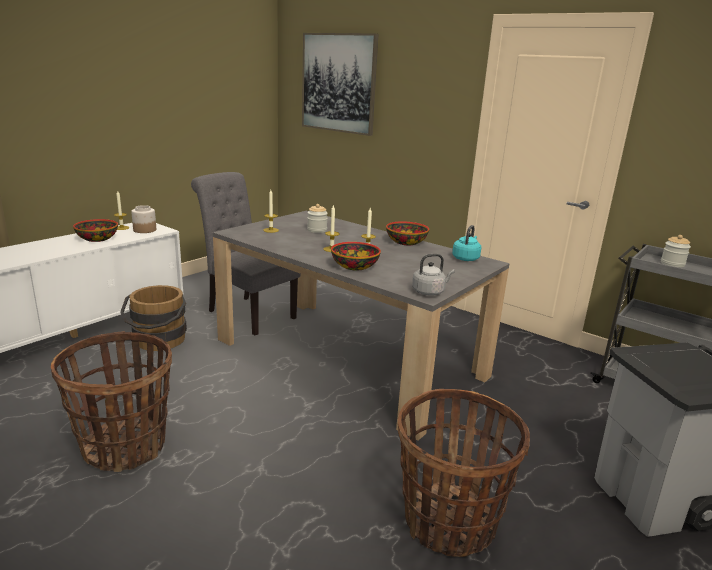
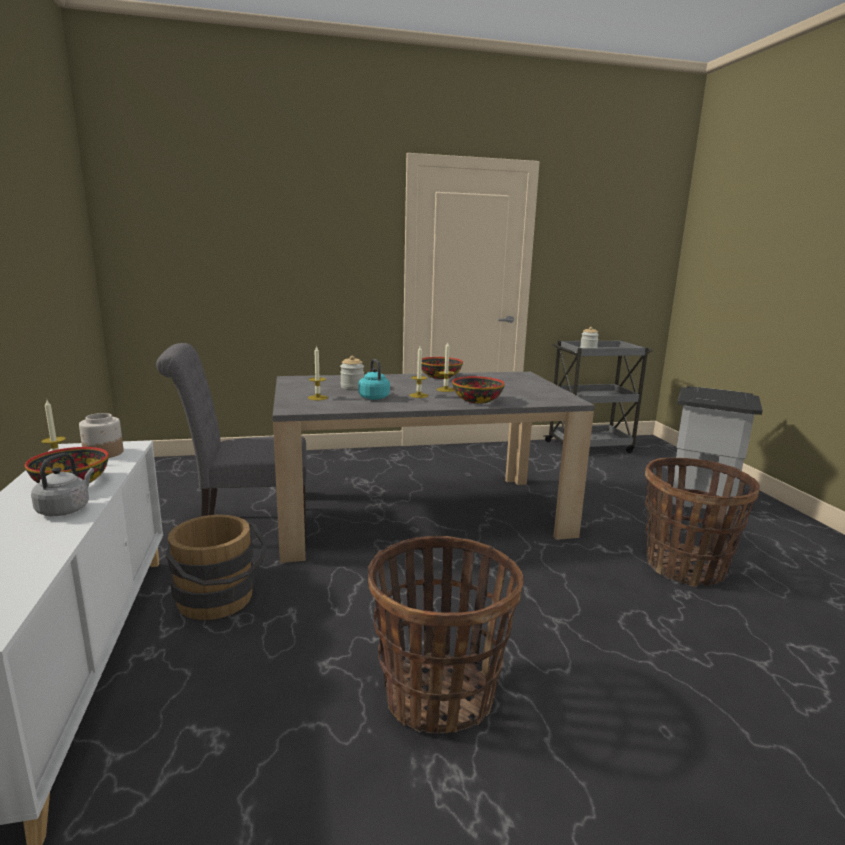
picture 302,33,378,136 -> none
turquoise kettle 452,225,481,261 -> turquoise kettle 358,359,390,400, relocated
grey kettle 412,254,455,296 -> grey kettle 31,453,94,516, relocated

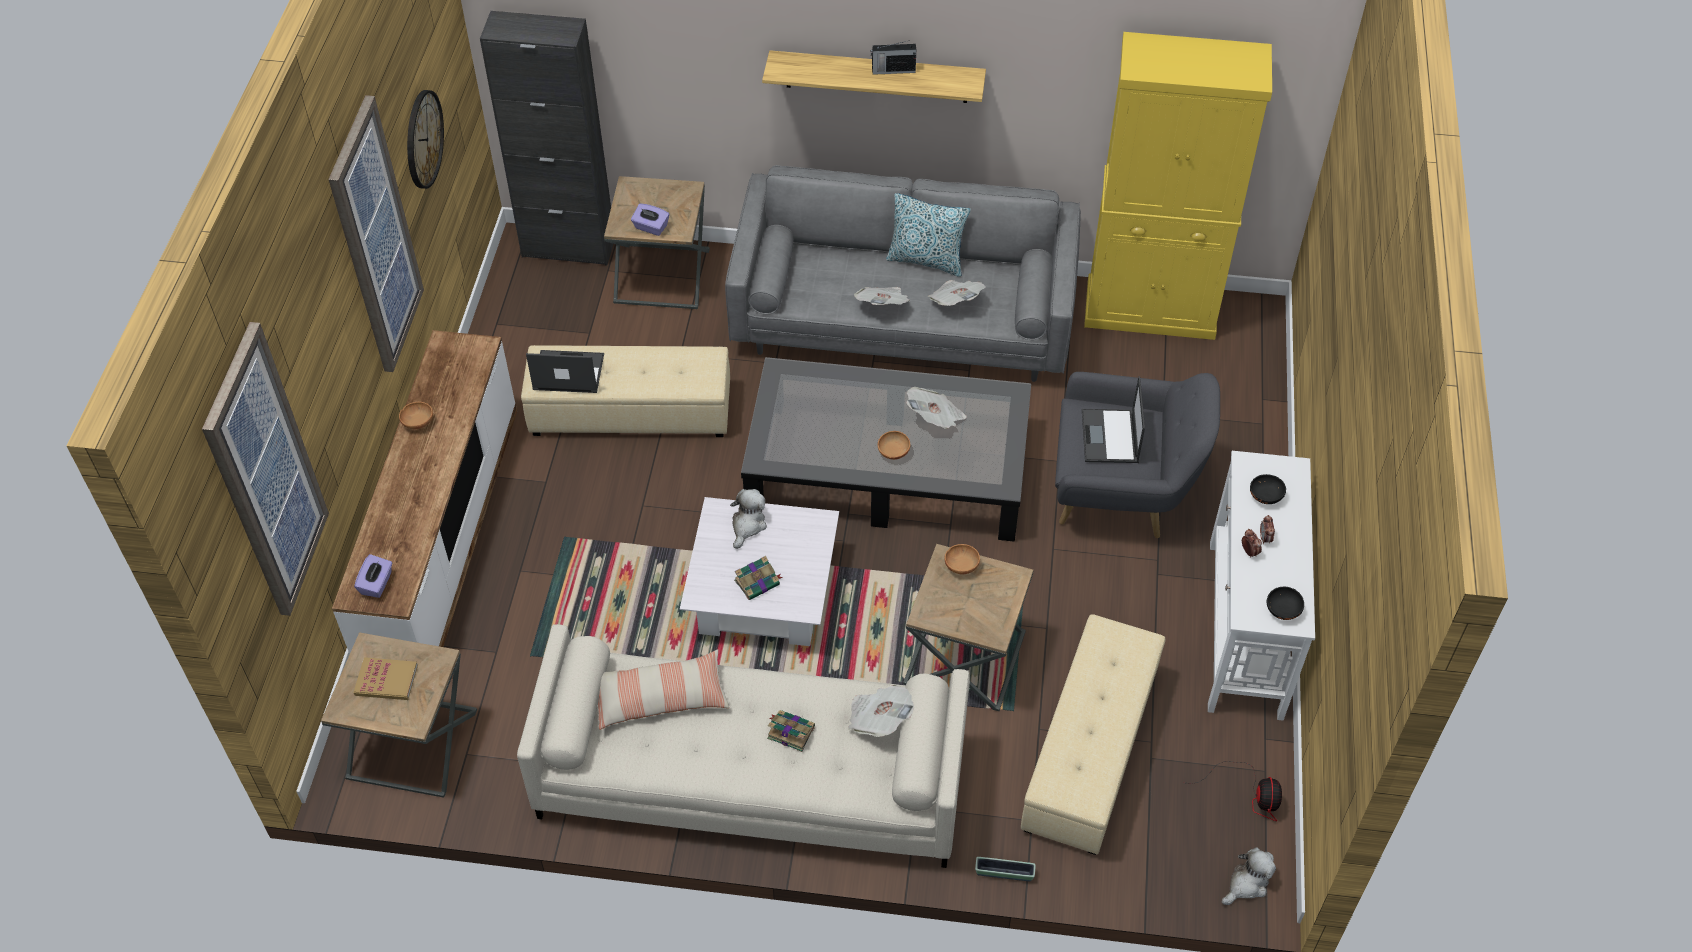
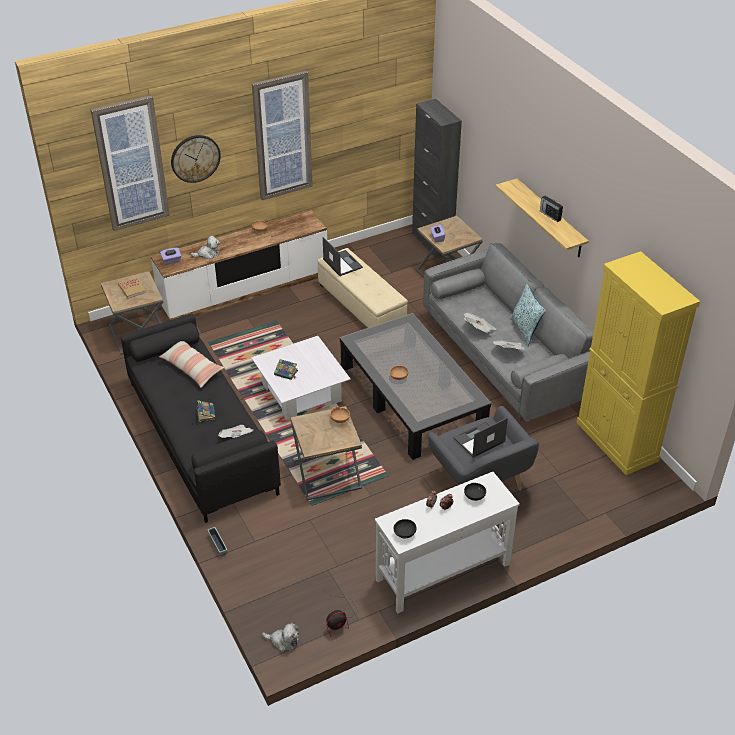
wall clock 407,90,444,189 -> wall clock 171,135,221,183, relocated
newspaper 906,387,967,429 -> none
plush toy 730,489,767,549 -> plush toy 191,235,220,260, relocated
beige ottoman 1021,614,1165,855 -> none
beige sofa 517,624,970,868 -> black sofa 121,313,281,523

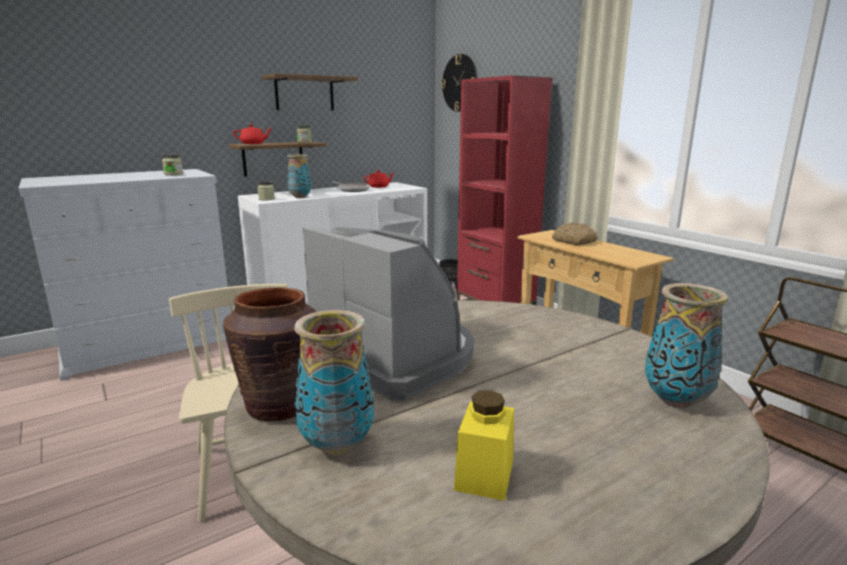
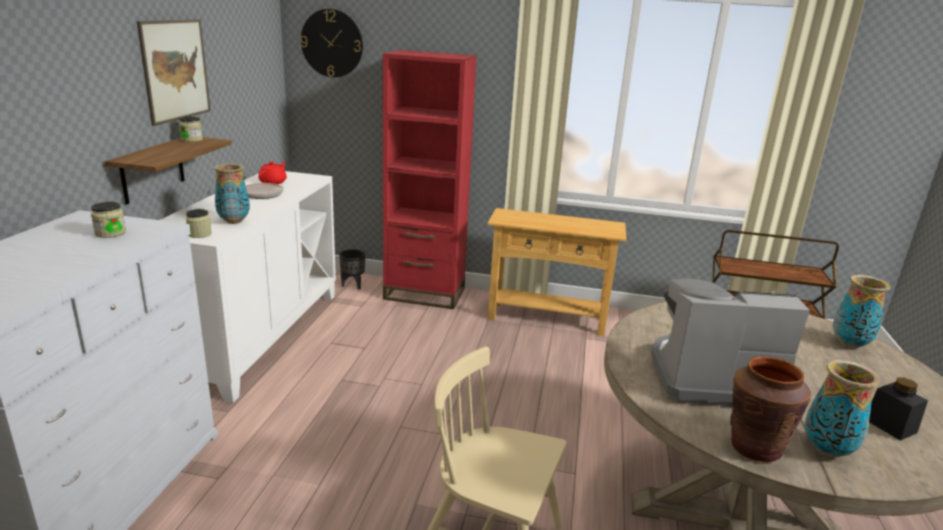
shelf 262,74,358,110 -> picture 137,19,211,126
red teapot 233,124,273,144 -> none
bread 552,222,598,246 -> none
yellow jar 454,390,514,501 -> black jar 869,377,928,441

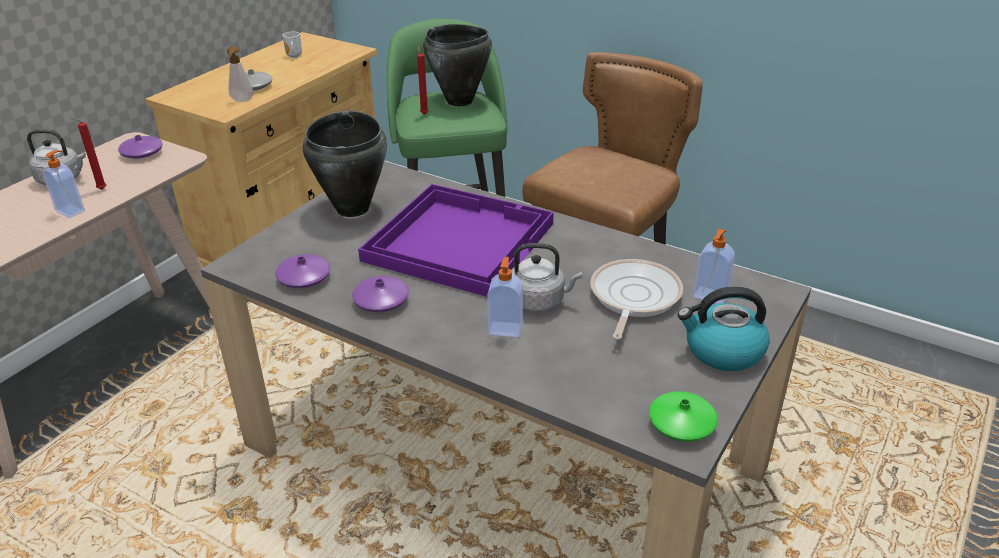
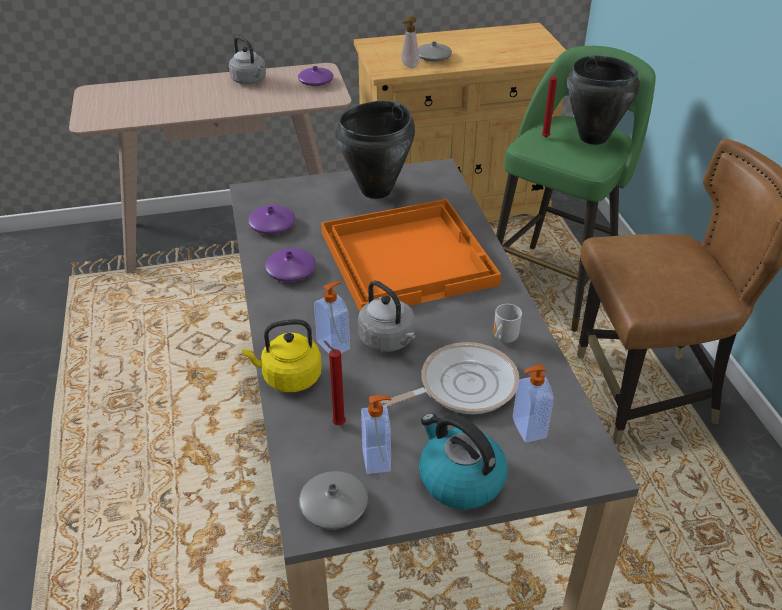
mug 283,32,302,58 -> mug 494,304,522,343, relocated
red candle 70,117,106,190 -> red candle 324,341,346,425, relocated
soap dispenser 43,150,85,218 -> soap dispenser 361,395,392,474, relocated
purple tray 358,184,554,297 -> orange tray 321,199,501,312
green vase 649,391,718,442 -> grey vase 299,471,368,530
none -> yellow kettle 242,319,322,392

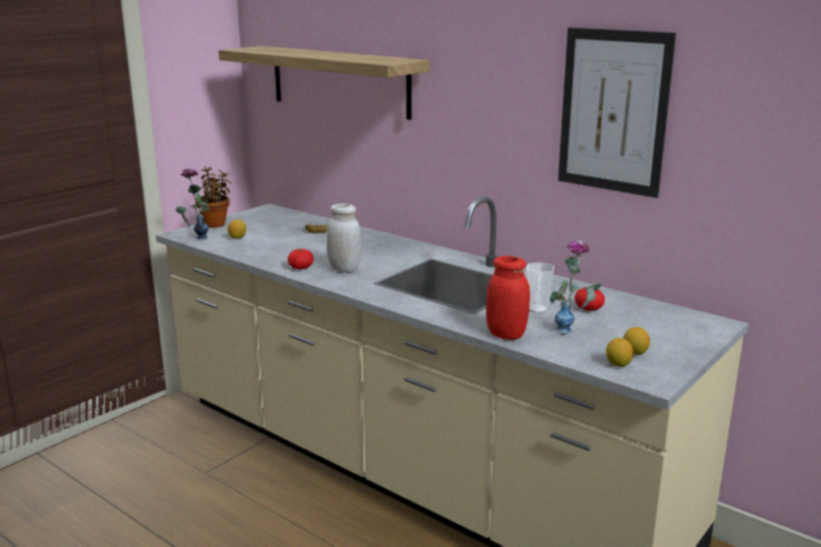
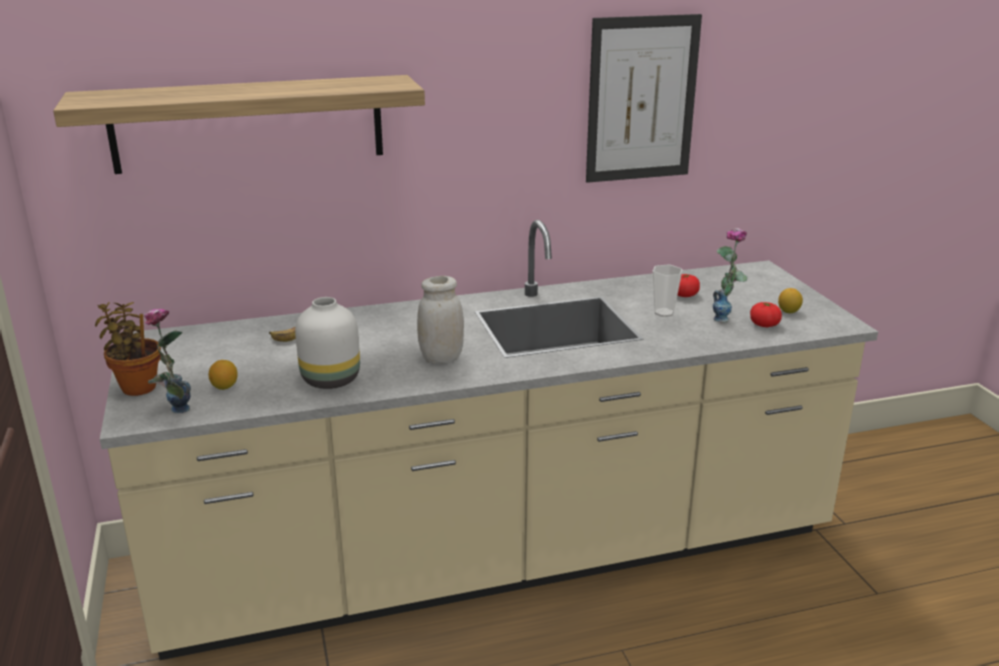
tomato 288,249,314,269 -> tomato 750,302,782,327, relocated
red jar 486,256,530,340 -> none
lemon 606,338,634,367 -> none
none -> white vase 295,297,360,389

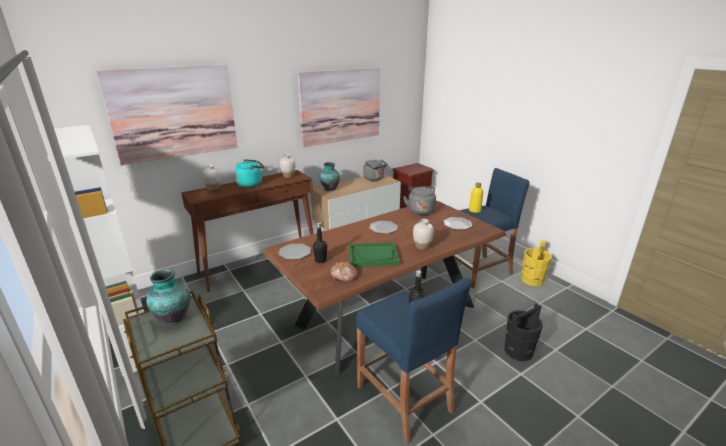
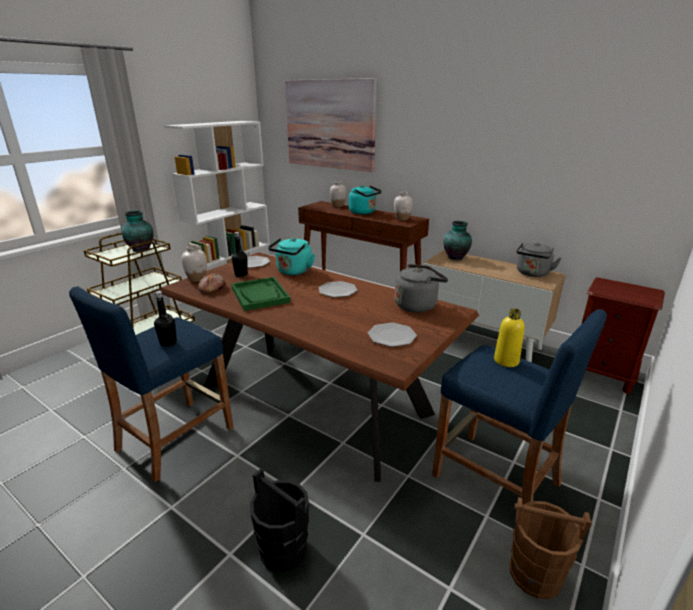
picture 297,67,380,147 -> none
white vase 413,219,434,250 -> white vase 181,245,207,282, relocated
yellow bucket 521,240,552,286 -> brown bucket 510,497,592,599
none -> turquoise kettle 268,238,315,275

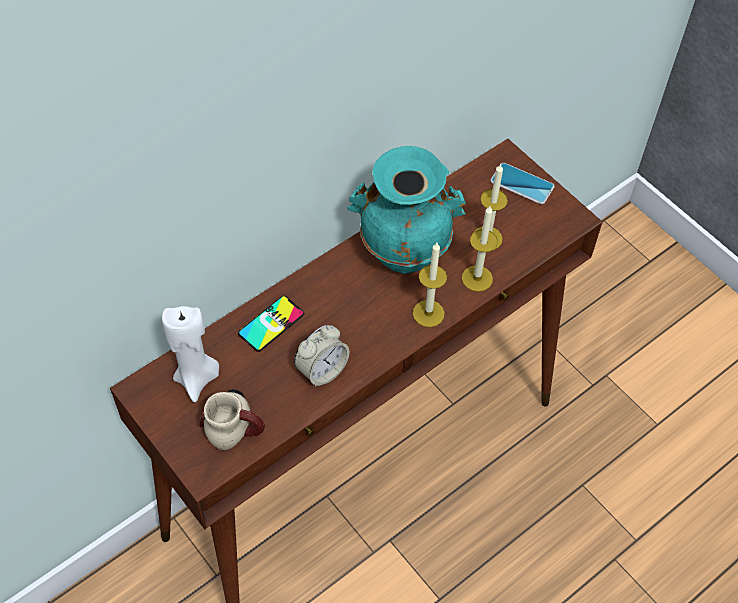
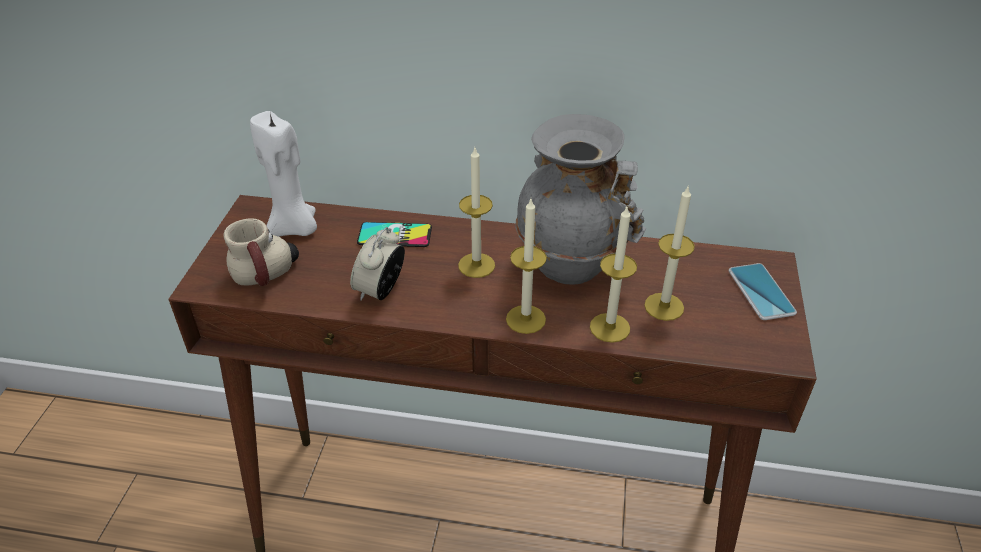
turquoise vase 347,146,466,274 -> grey vase 516,114,646,285
alarm clock 294,325,349,387 -> alarm clock 350,227,405,300, 105 degrees clockwise
none -> candle 458,148,495,278

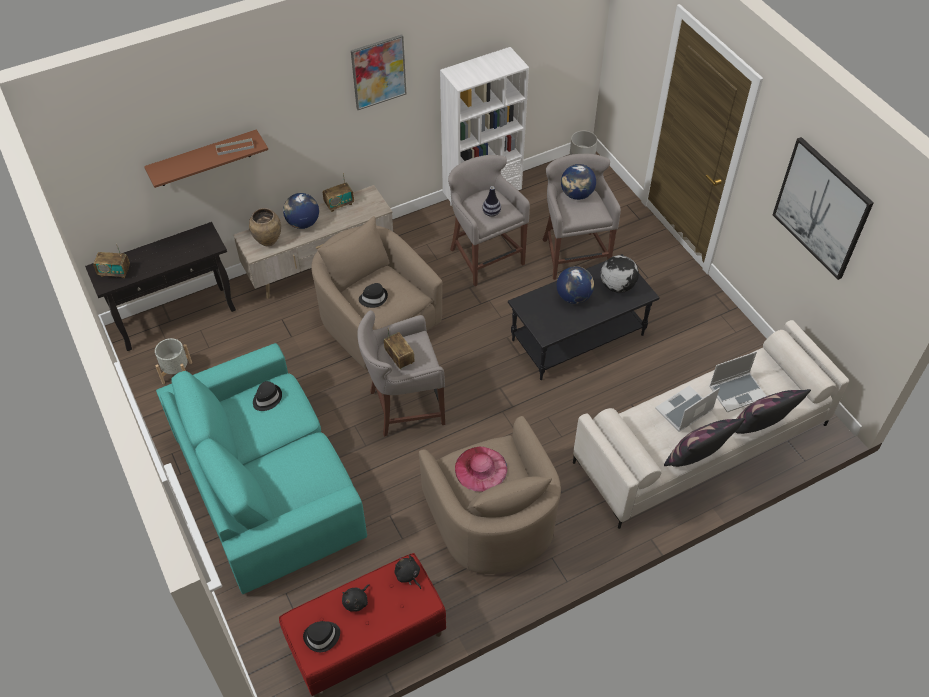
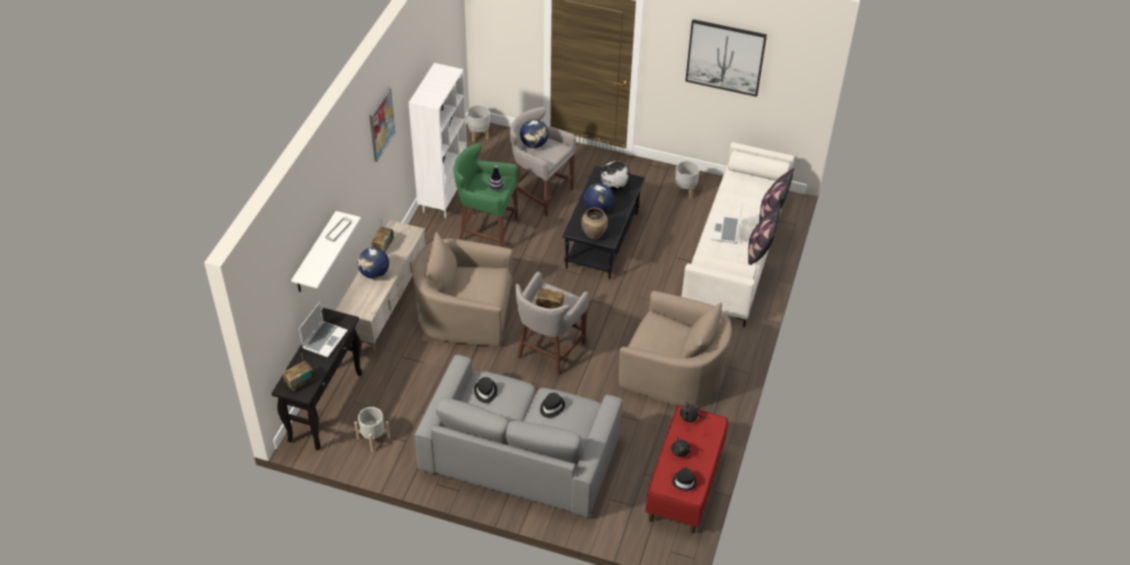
brown shelf 144,129,268,188 -> white shelf 291,211,361,292
grey stool 448,155,530,286 -> green stool 454,143,518,247
brown vase 249,208,281,246 -> brown vase 581,208,608,240, relocated
black hat 359,283,388,308 -> black hat 540,393,565,418, relocated
turquoise sofa 156,343,367,594 -> grey sofa 415,355,623,518
laptop 709,351,766,412 -> laptop 299,302,348,357, relocated
pink hat 455,447,507,492 -> none
none -> grey planter 675,161,699,199

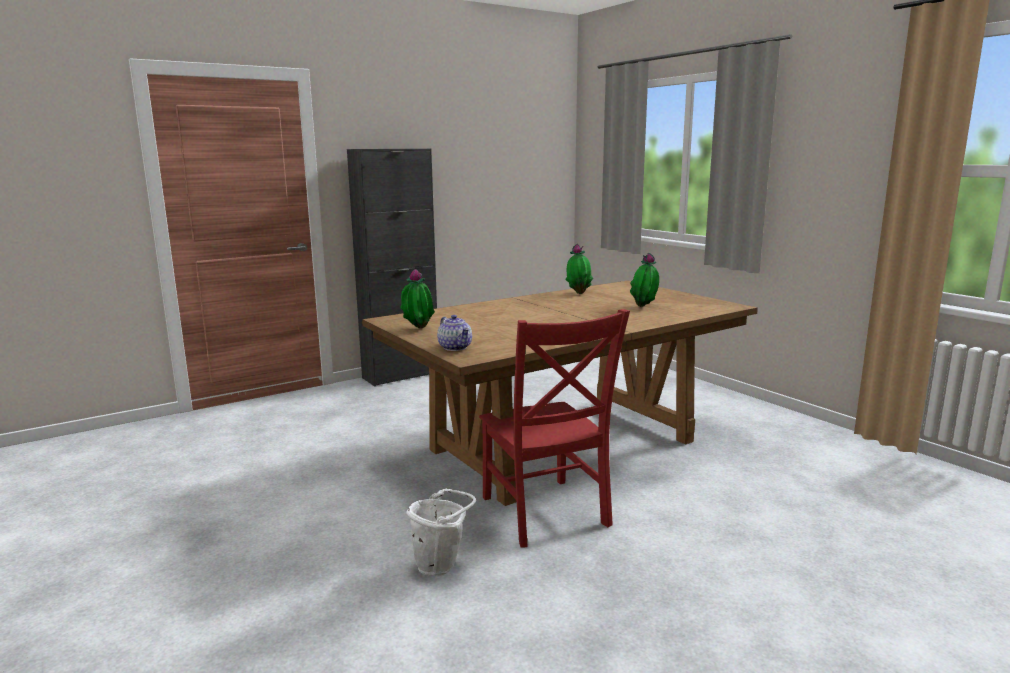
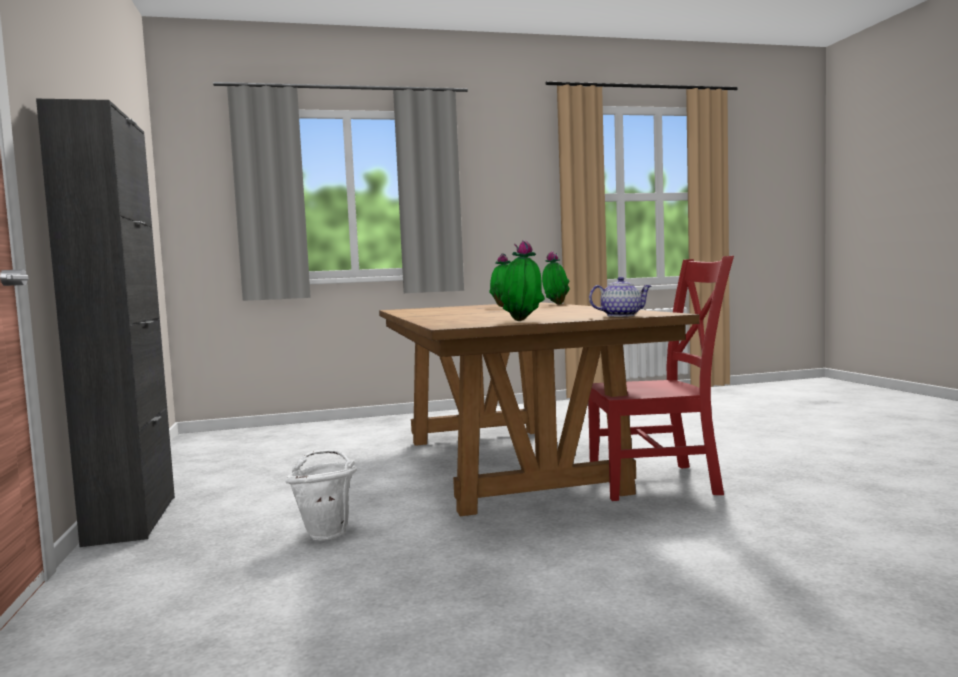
potted plant 565,244,593,294 -> potted plant 542,251,570,305, relocated
white bucket 406,489,476,576 -> white bucket 285,450,357,540, relocated

